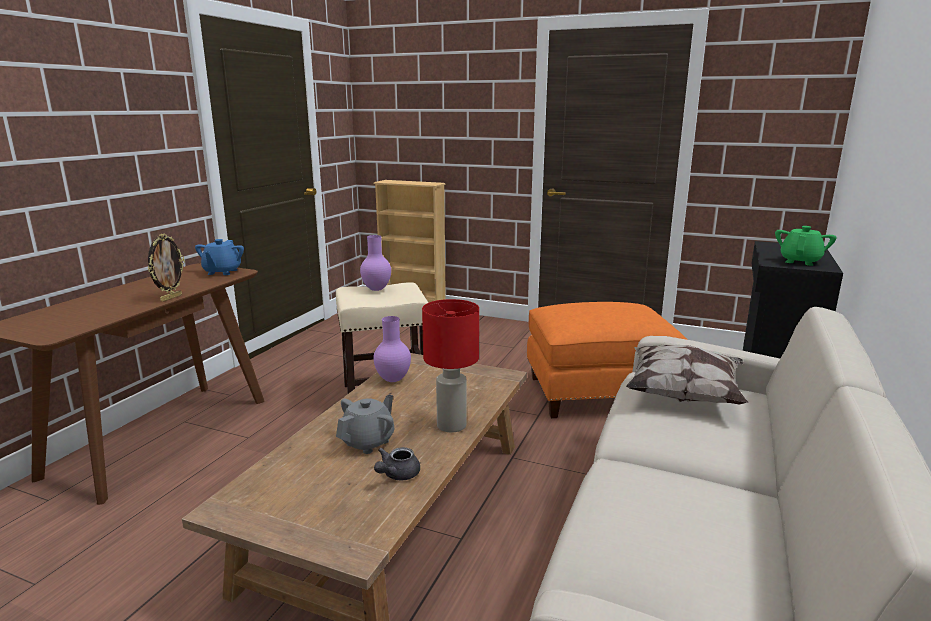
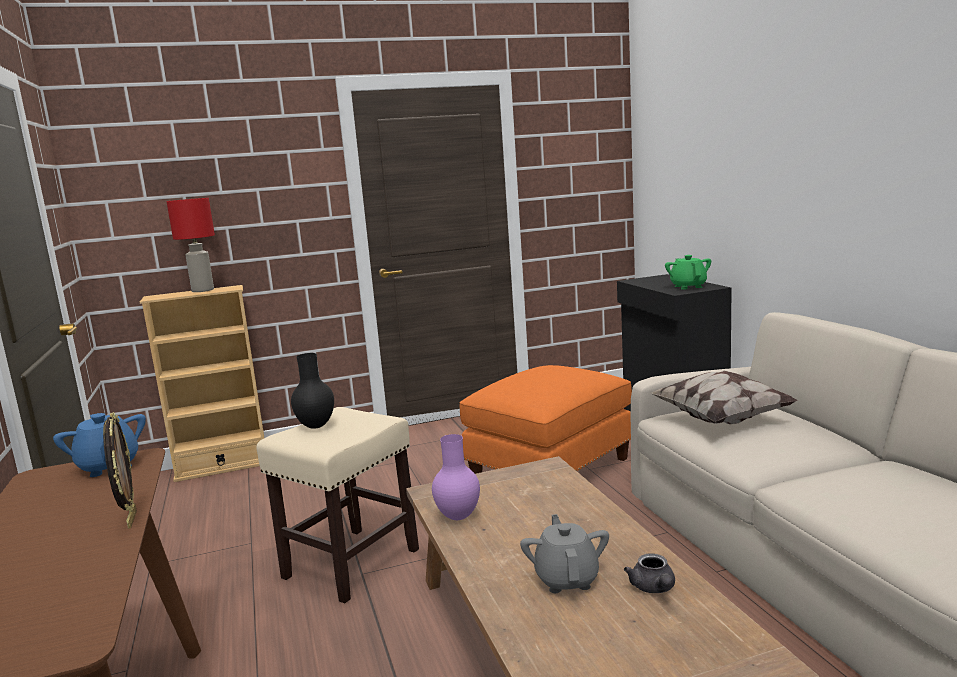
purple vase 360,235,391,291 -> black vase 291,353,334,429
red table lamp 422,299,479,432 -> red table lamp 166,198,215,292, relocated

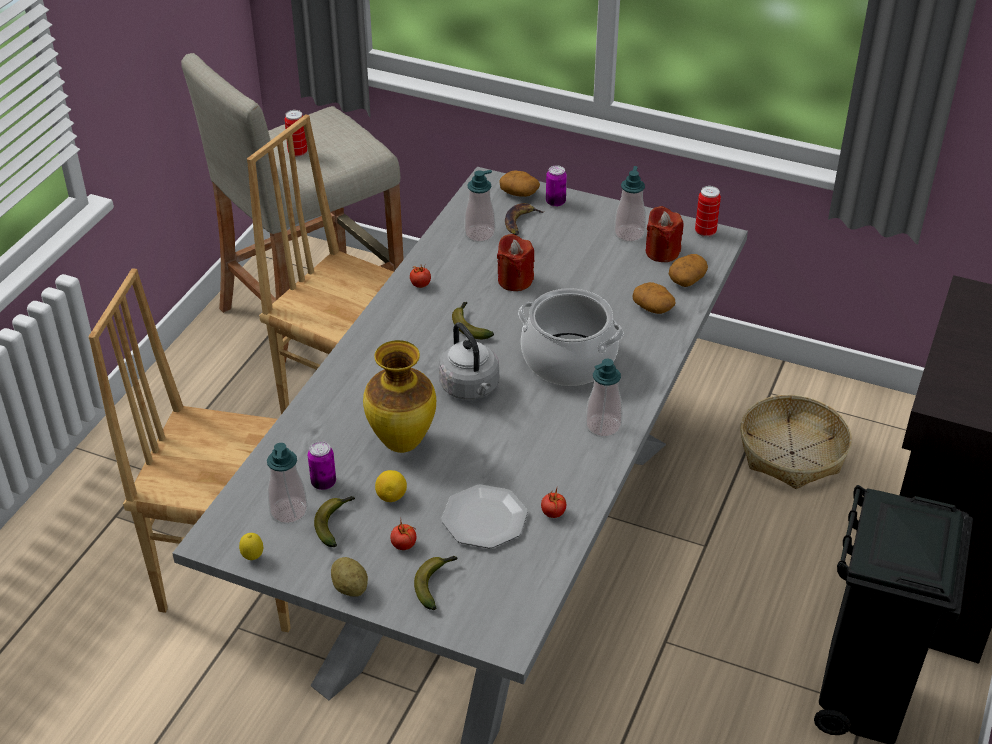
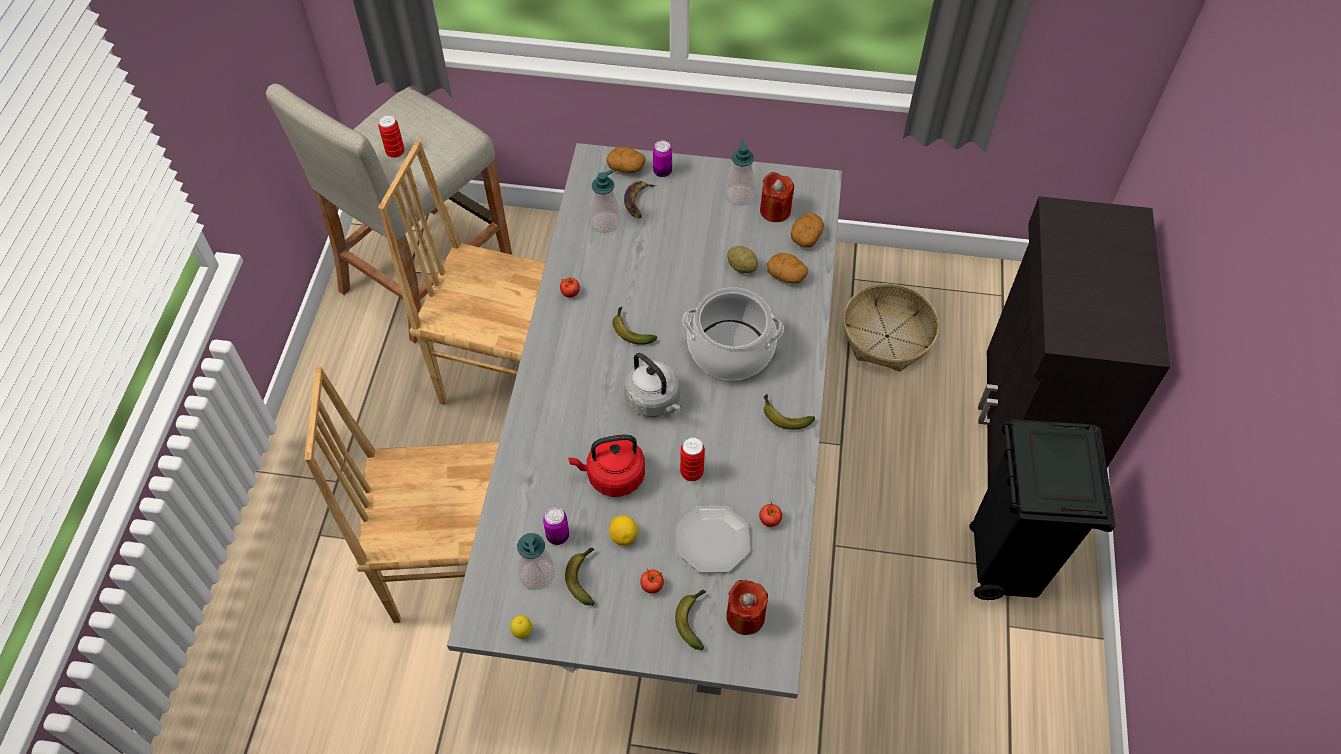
can 695,186,721,237 -> can 680,437,705,481, relocated
red candle 497,234,534,291 -> red candle 726,580,768,635, relocated
vase 363,340,436,453 -> red kettle 568,434,645,497
soap dispenser 586,359,622,437 -> banana 764,394,815,430
potato 331,557,368,597 -> potato 727,246,758,273, relocated

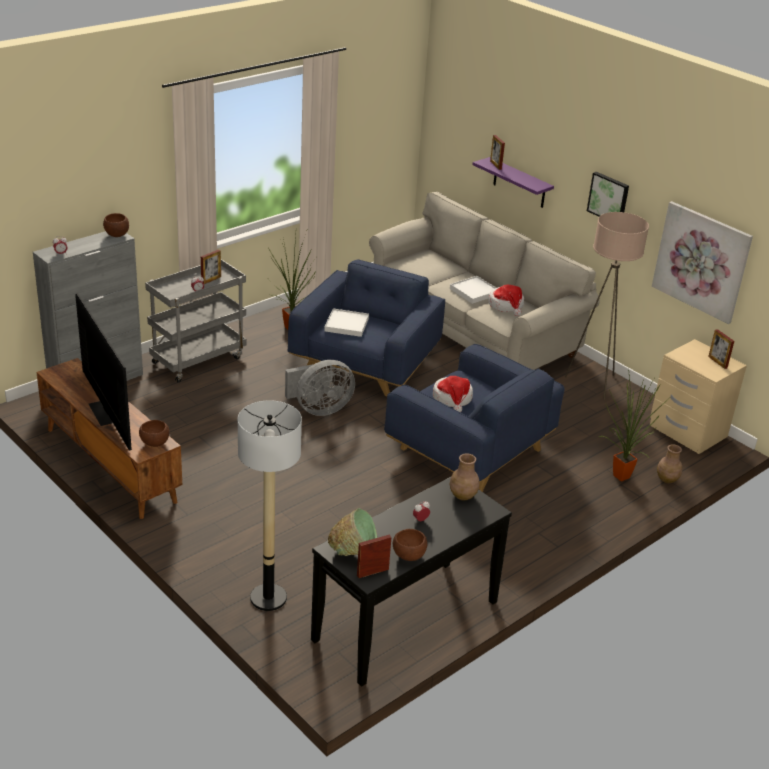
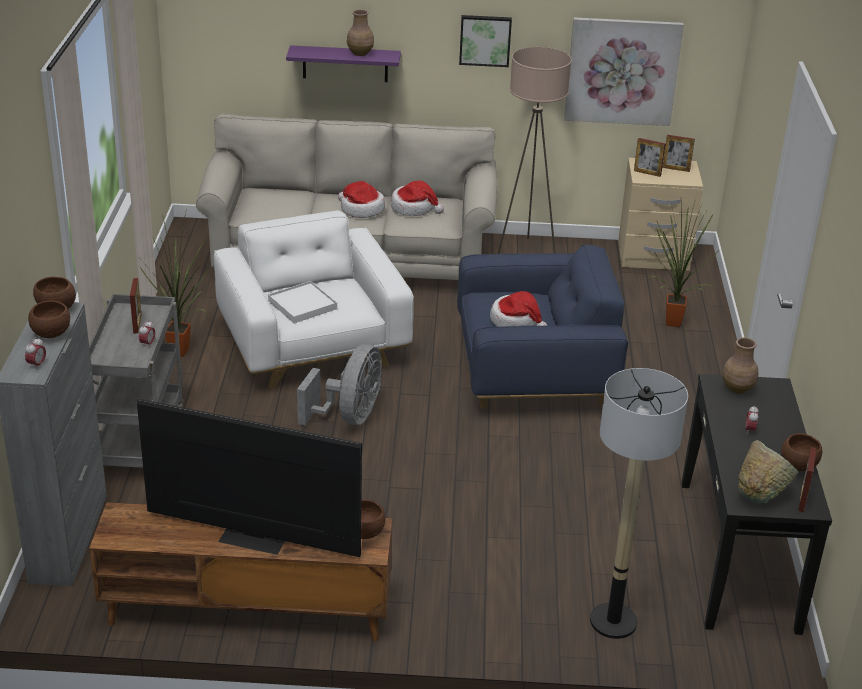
picture frame 490,135,505,170 -> picture frame 634,138,666,177, relocated
blue armchair 288,259,445,396 -> white armchair 214,210,414,389
white tray 450,276,496,304 -> hat 338,181,385,218
brown vase 657,444,682,483 -> brown vase 347,10,374,56, relocated
none -> brown bowl 28,300,70,338

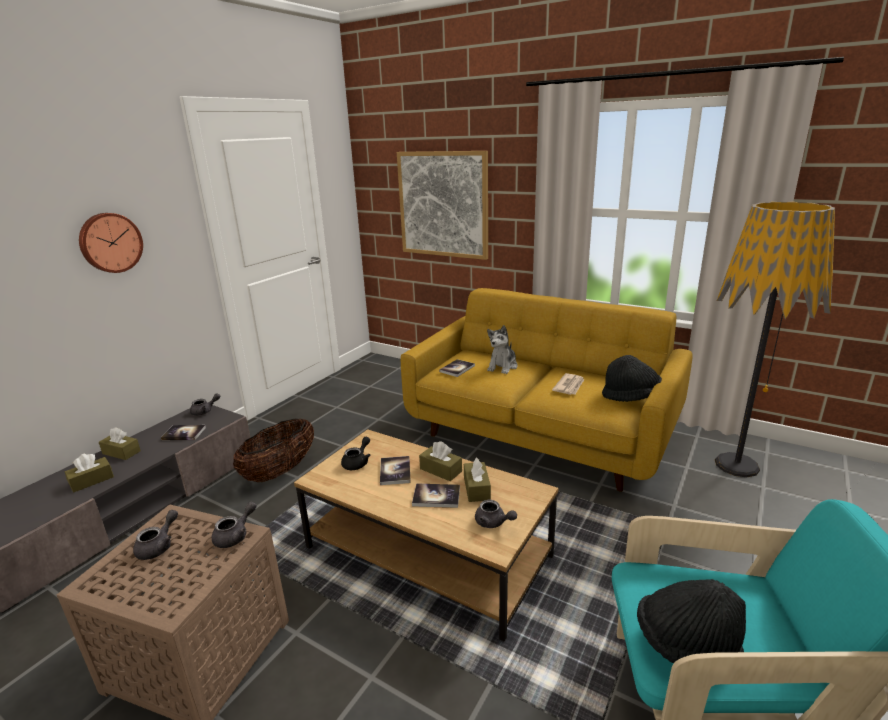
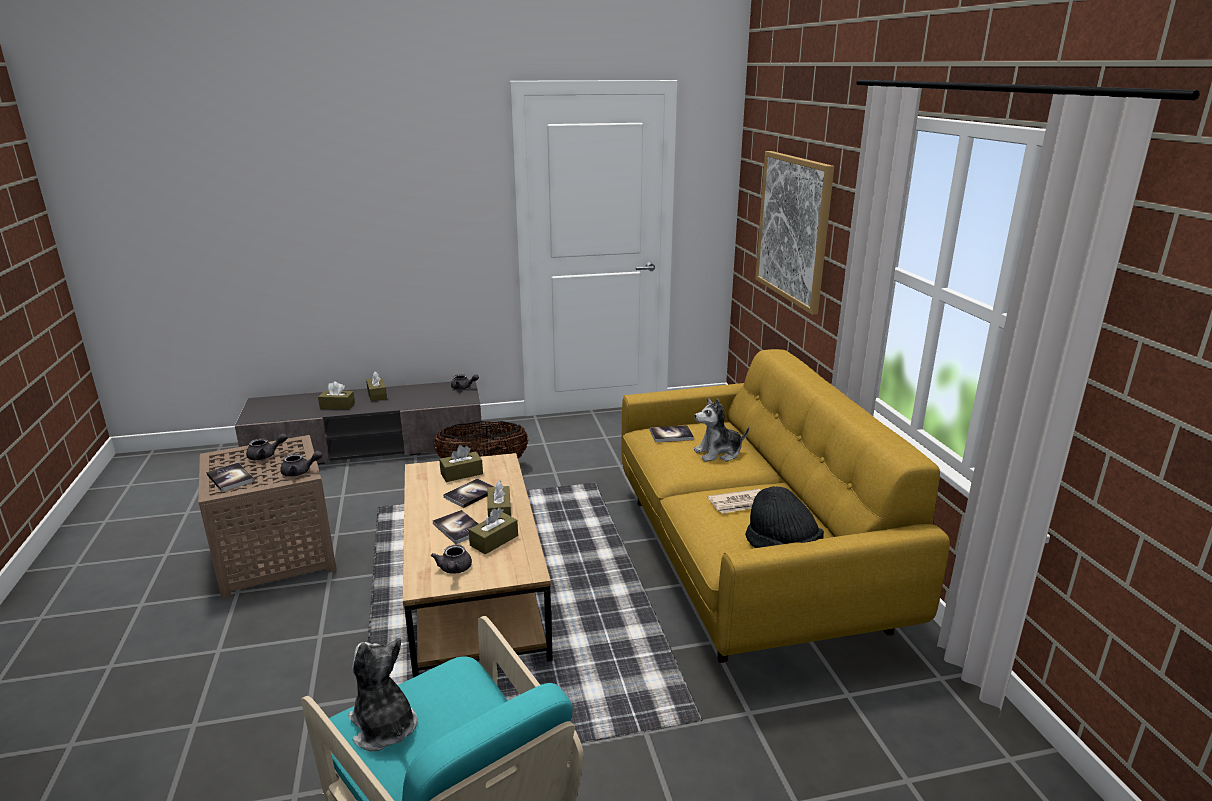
floor lamp 715,202,835,477 -> none
wall clock 79,213,143,273 -> none
book 161,425,206,440 -> book 206,462,254,492, relocated
black teapot 341,437,371,470 -> brown tissue box 439,445,483,482
black hat 637,579,746,663 -> plush toy 348,638,417,751

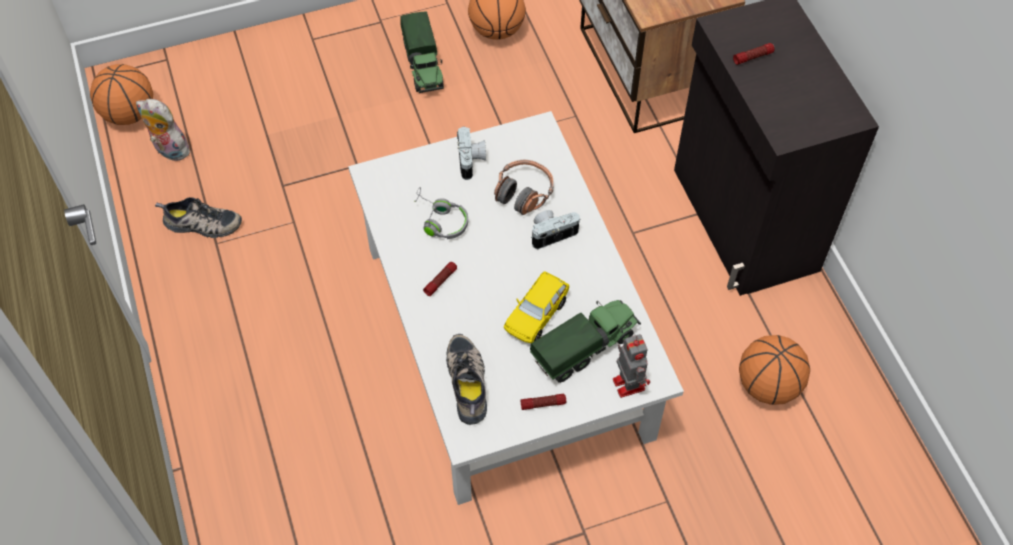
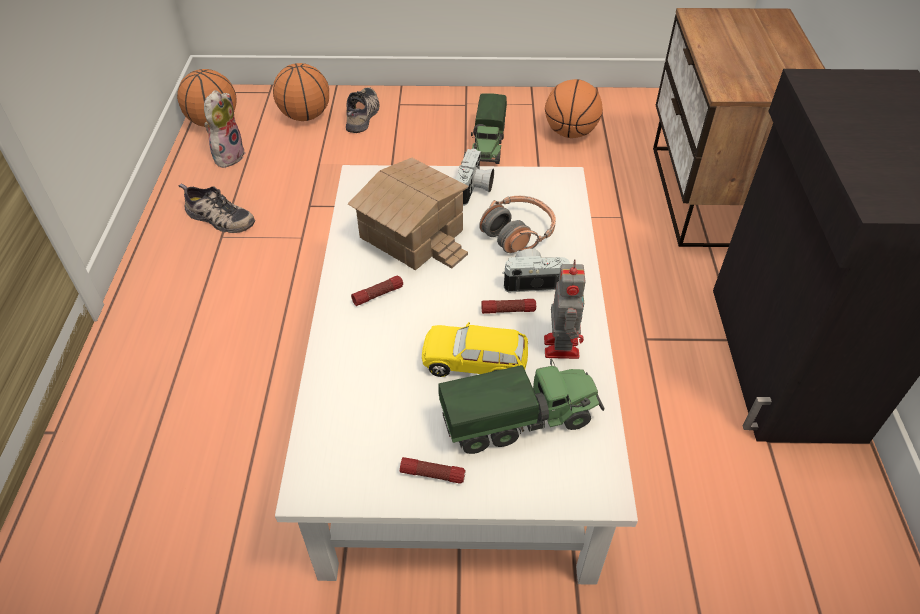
flashlight 733,43,775,65 -> flashlight 481,299,536,314, relocated
plush toy 136,99,190,161 -> plush toy 204,90,246,168, 60 degrees clockwise
grey headphones 414,187,468,239 -> toy house 348,158,469,270
yellow toy car 504,272,569,343 -> yellow toy car 422,322,528,377, 45 degrees clockwise
shoe 446,334,487,425 -> shoe 346,87,380,133, relocated
toy robot 613,334,650,398 -> toy robot 544,259,586,359, relocated
basketball 739,335,810,405 -> basketball 273,63,329,121, relocated

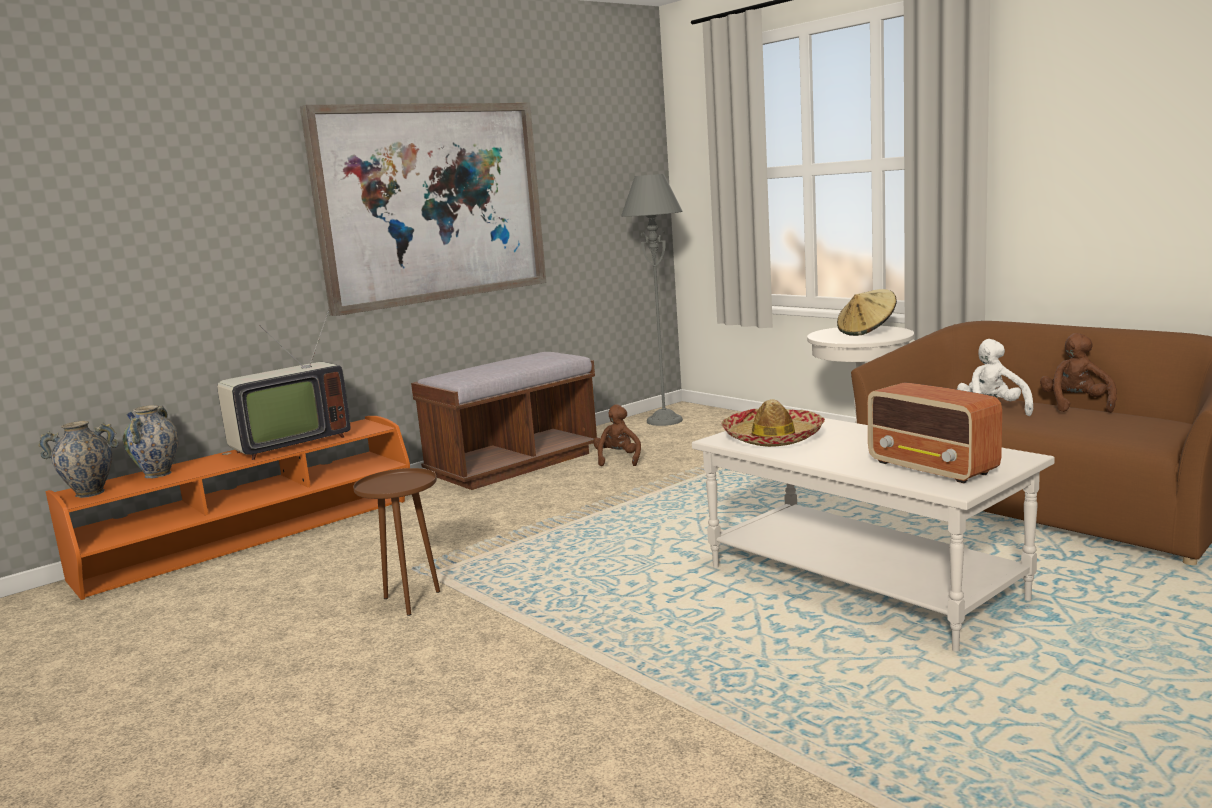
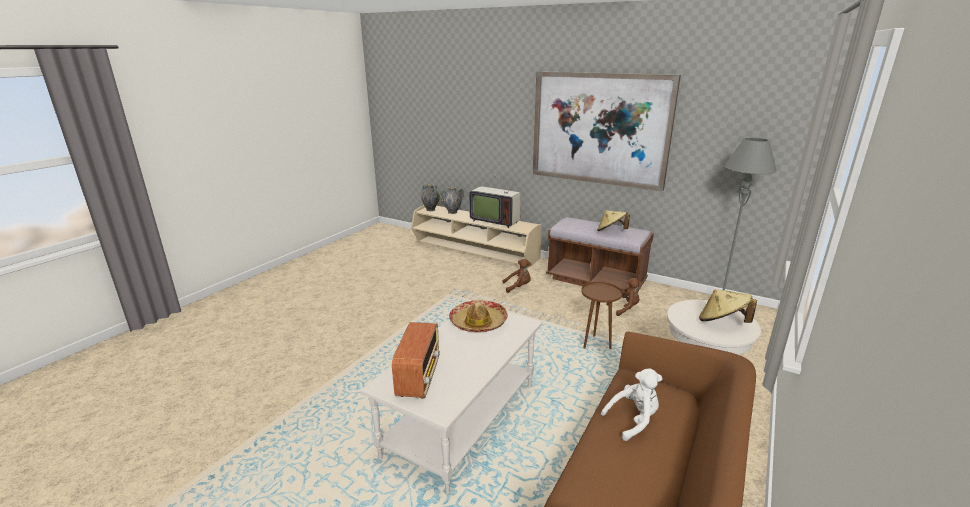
brown plush toy 1040,333,1117,413 -> brown plush toy 502,259,531,293, relocated
radio 867,382,1002,483 -> radio 392,322,440,399, 150 degrees clockwise
orange tv stand 46,416,410,600 -> beige tv stand 411,205,542,268
brown side table 353,468,440,616 -> brown side table 581,282,622,349, relocated
none -> beige hat 597,210,630,231

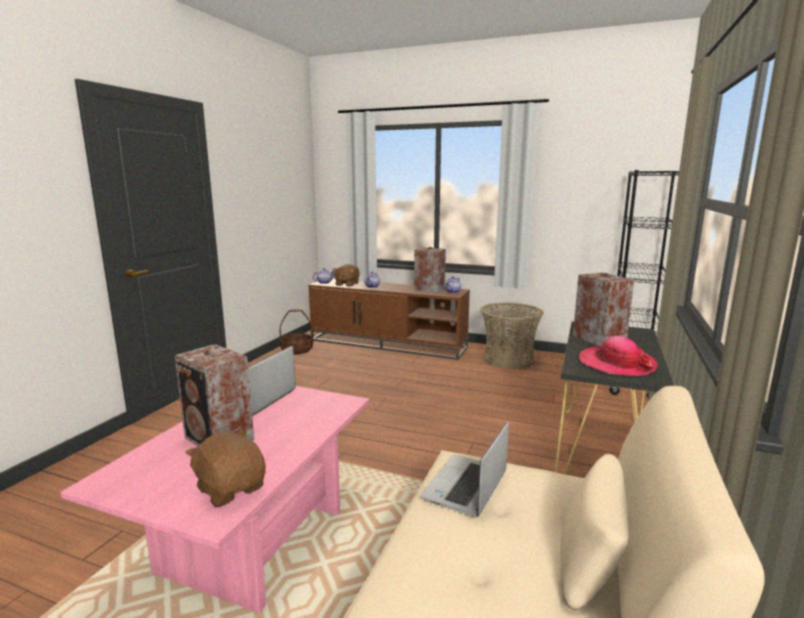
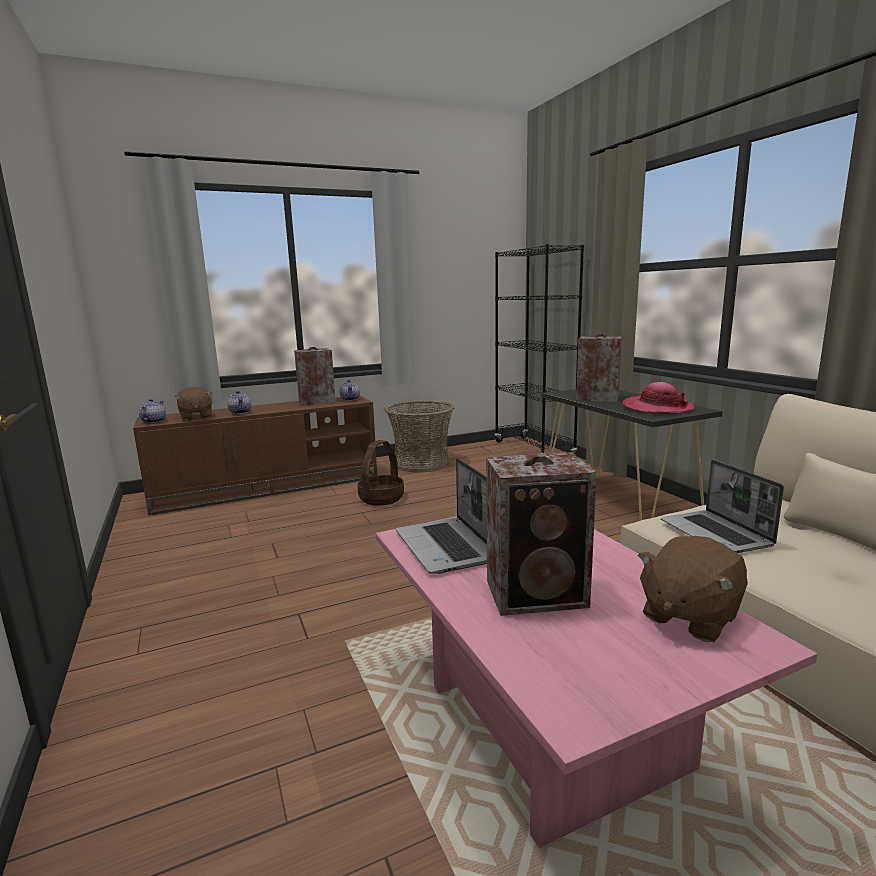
basket 279,309,313,354 -> basket 358,440,404,506, relocated
brown plush toy 185,429,266,507 -> brown plush toy 638,536,748,642, 45 degrees counterclockwise

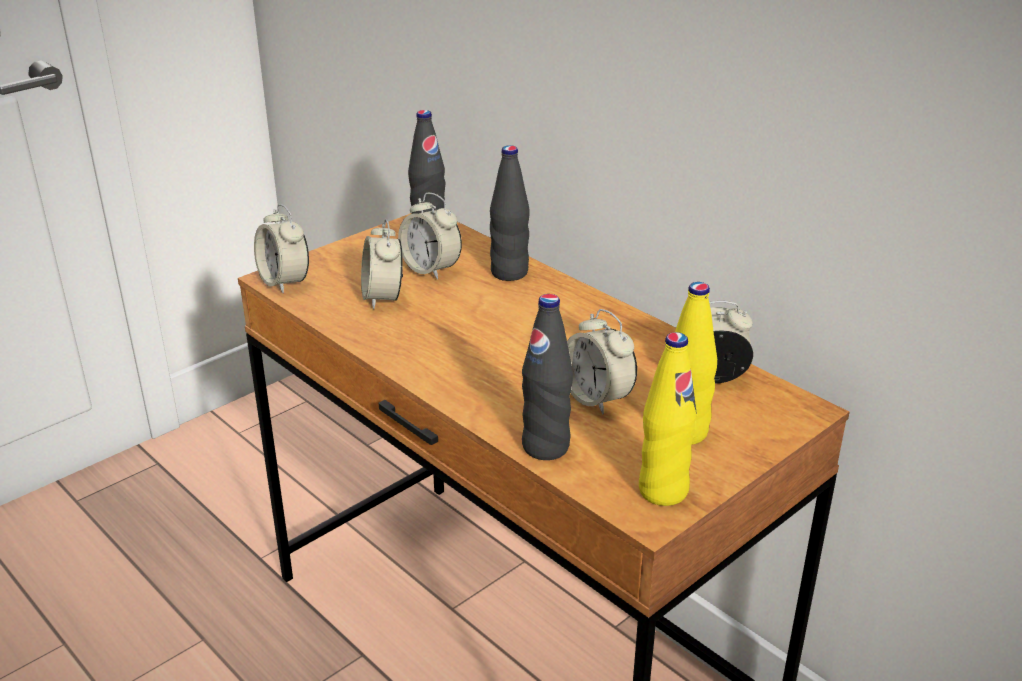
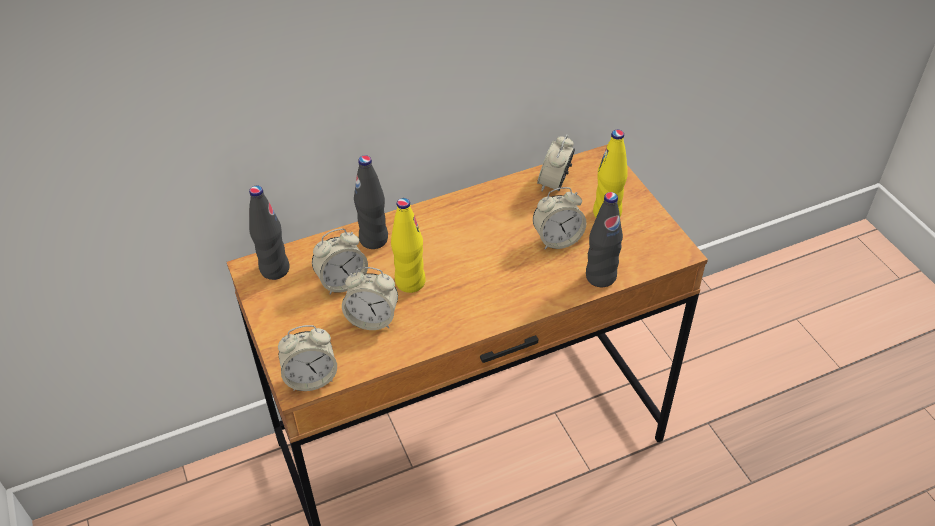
yellow bottle 639,332,697,506 -> yellow bottle 391,198,426,293, relocated

